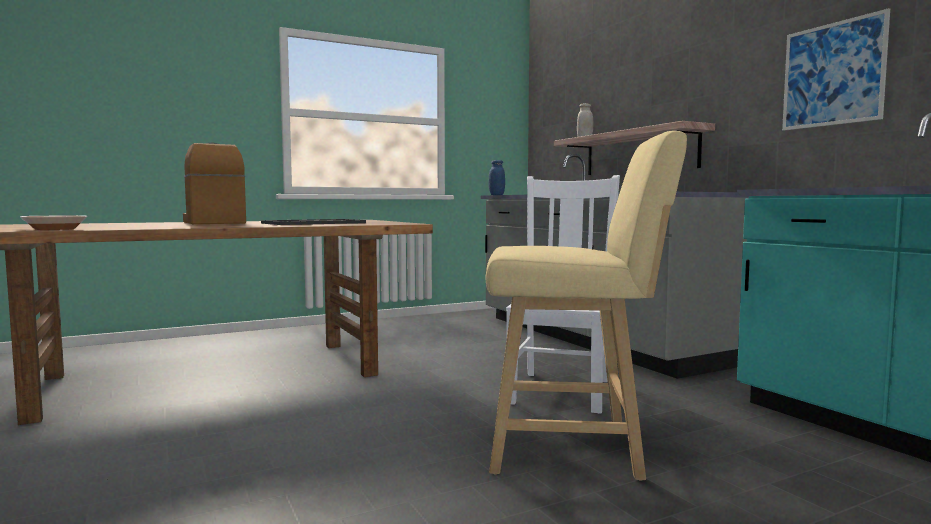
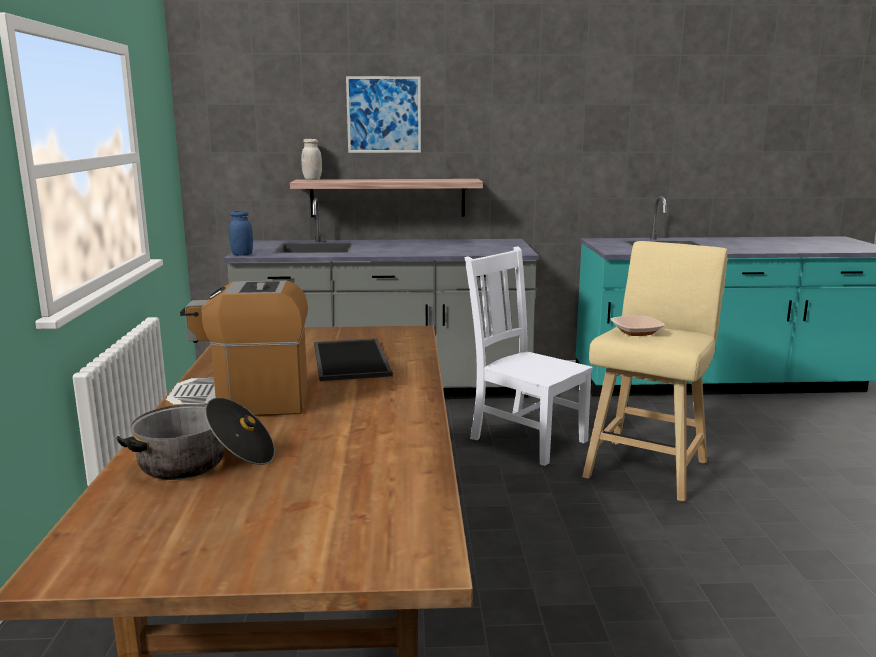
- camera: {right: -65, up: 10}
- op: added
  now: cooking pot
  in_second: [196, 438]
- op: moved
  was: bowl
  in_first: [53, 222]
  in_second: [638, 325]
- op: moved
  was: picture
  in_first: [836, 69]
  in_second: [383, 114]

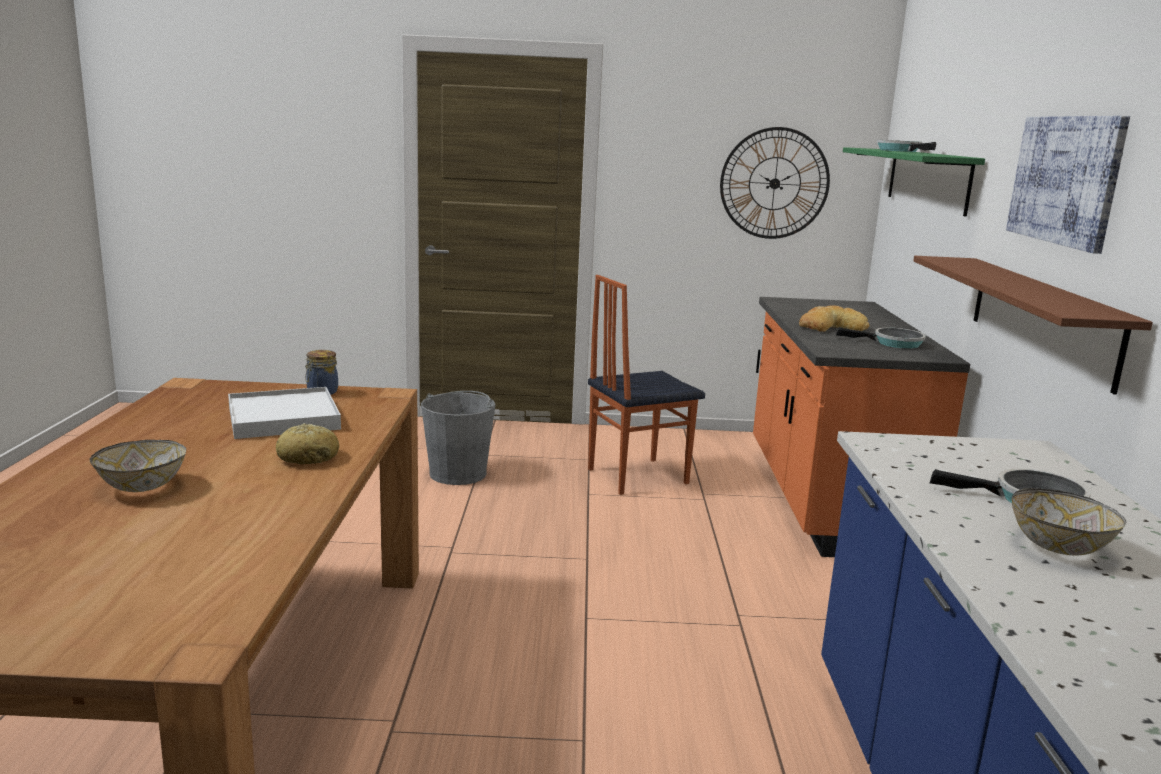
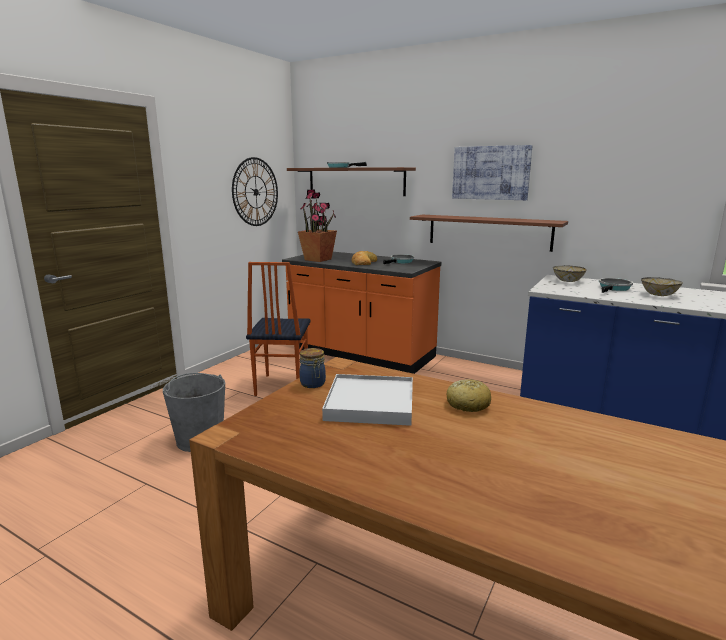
- camera: {right: -60, up: 0}
- op: added
  now: potted plant
  in_second: [317, 225]
- op: moved
  was: bowl
  in_first: [137, 466]
  in_second: [570, 273]
- op: recoloured
  was: shelf in green
  now: shelf in brown
  in_first: [914, 181]
  in_second: [351, 181]

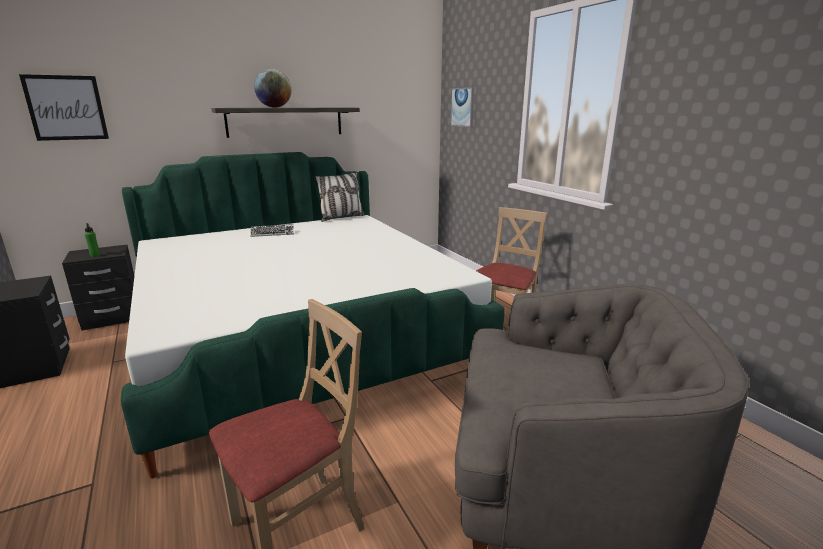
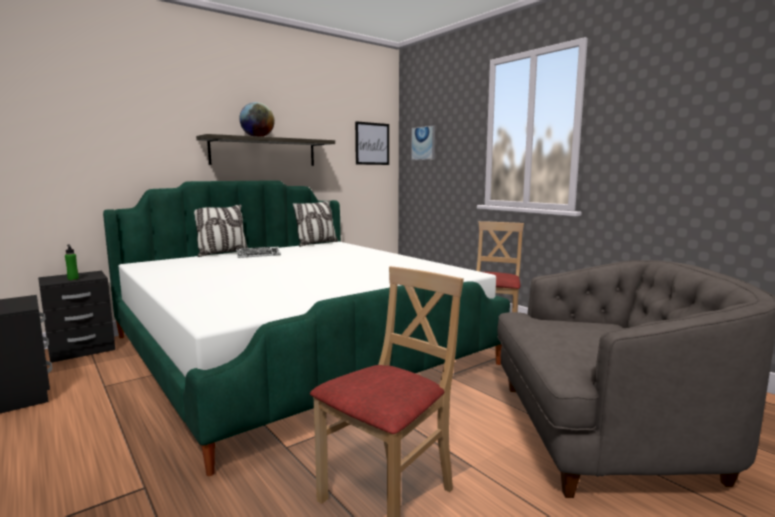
- camera: {right: -10, up: -10}
- op: added
  now: pillow
  in_second: [221, 230]
- op: moved
  was: picture
  in_first: [64, 107]
  in_second: [372, 143]

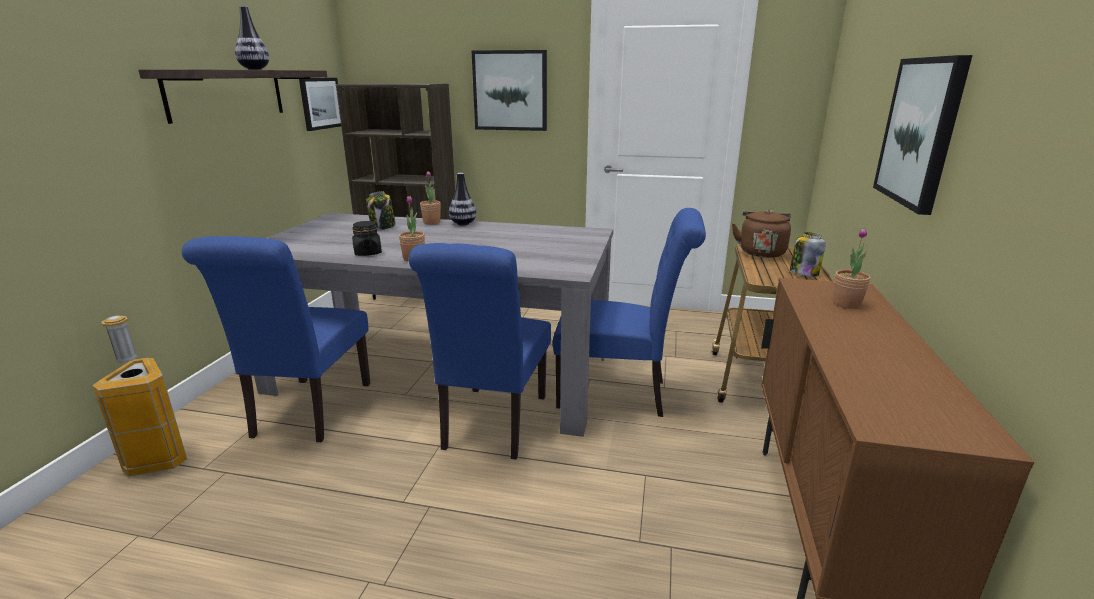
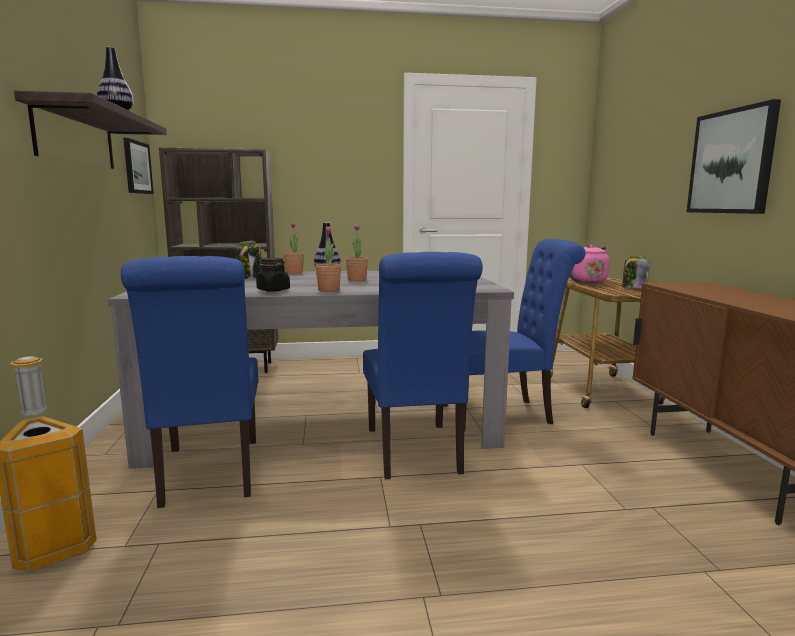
- camera: {right: -20, up: -10}
- op: removed
  was: picture
  in_first: [509, 90]
- op: moved
  was: potted plant
  in_first: [852, 268]
  in_second: [357, 252]
- op: recoloured
  was: kettle in brown
  now: kettle in pink
  in_first: [761, 234]
  in_second: [589, 263]

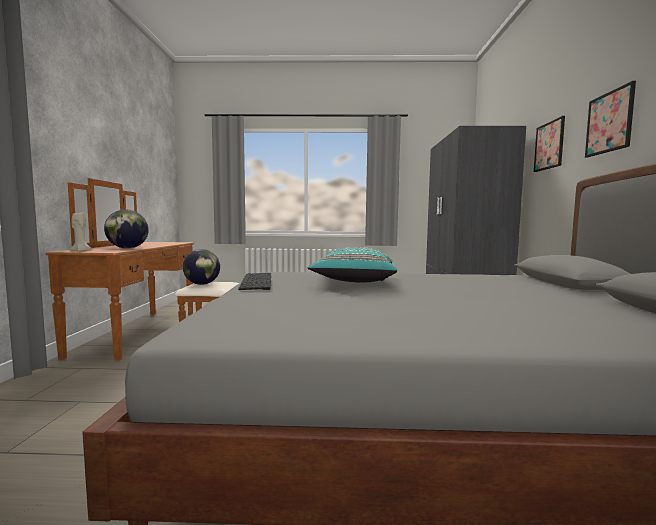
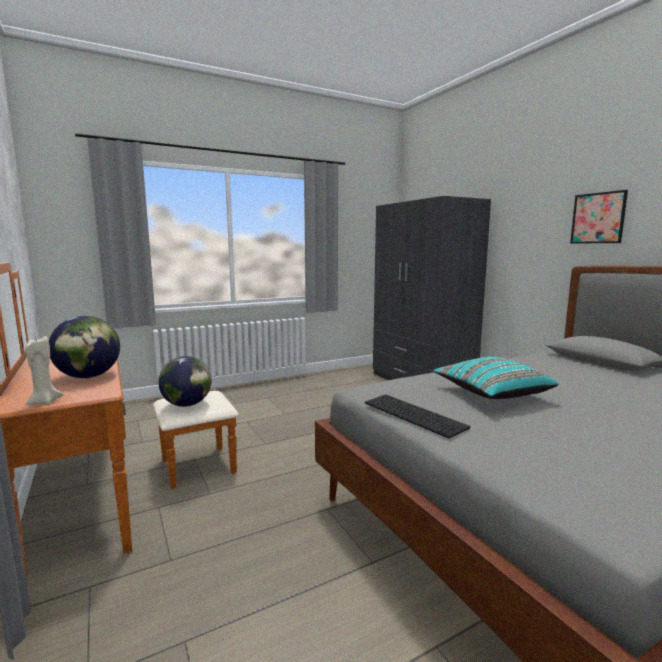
- camera: {right: -30, up: 5}
- op: removed
  was: picture
  in_first: [549, 144]

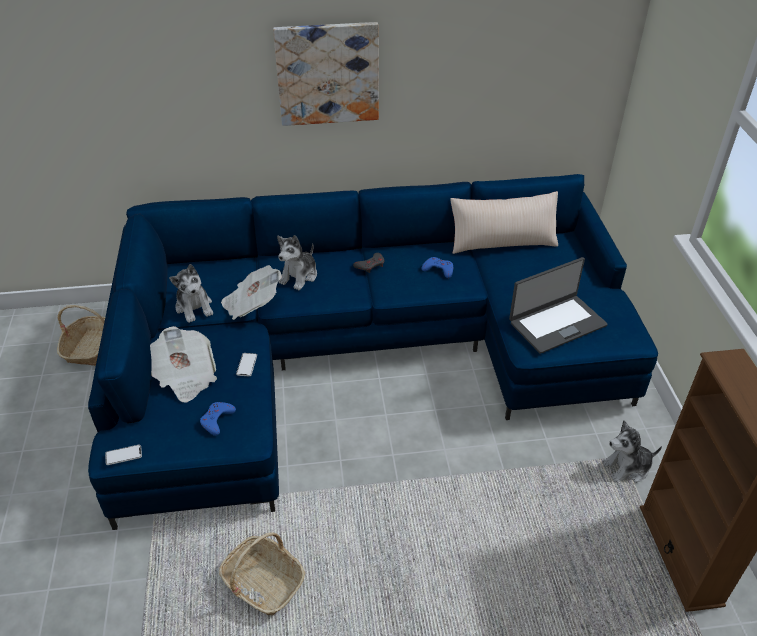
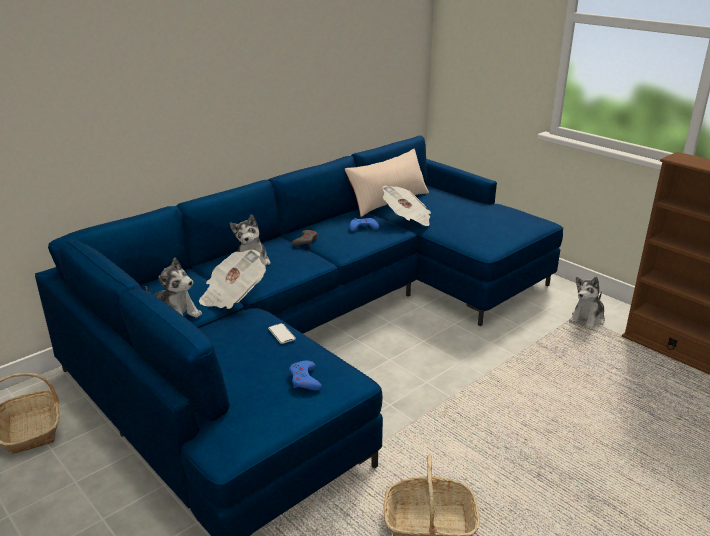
- camera: {right: -35, up: -15}
- op: removed
  was: phone
  in_first: [123, 455]
- op: removed
  was: picture
  in_first: [326, 74]
- op: removed
  was: laptop
  in_first: [558, 305]
- op: moved
  was: newspaper
  in_first: [183, 364]
  in_second: [406, 205]

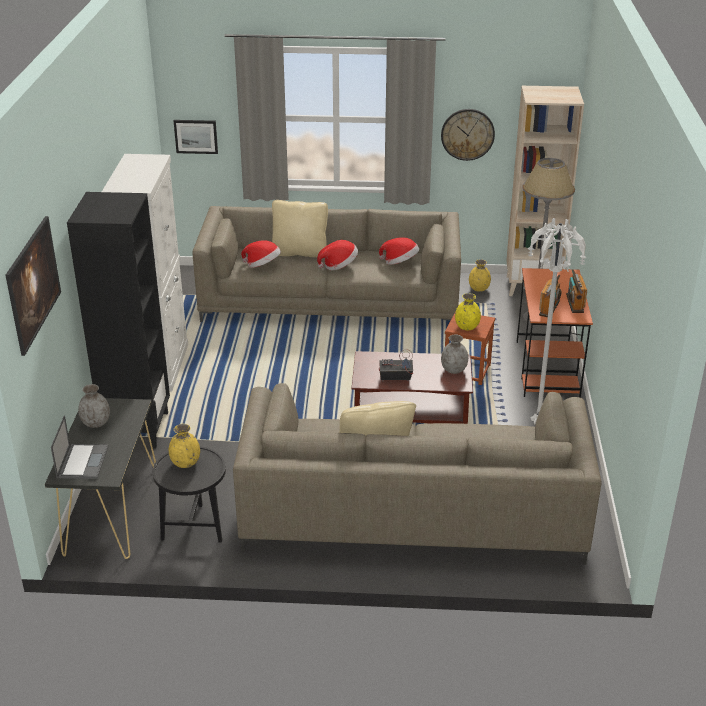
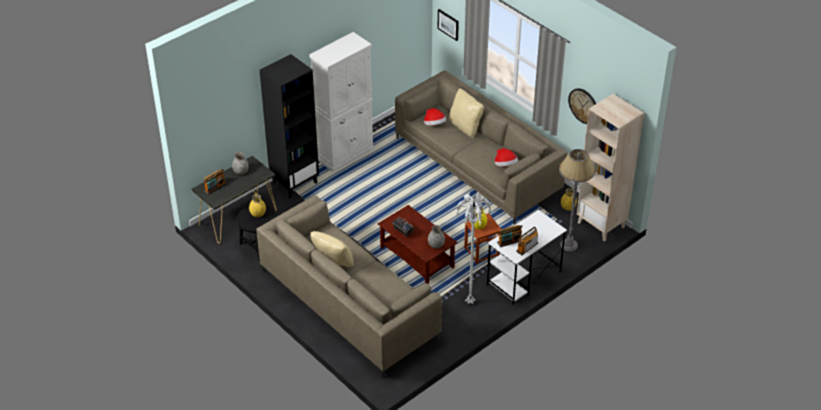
- camera: {right: 45, up: 10}
- op: removed
  was: picture
  in_first: [33, 286]
- op: removed
  was: hat
  in_first: [337, 255]
- op: replaced
  was: laptop
  now: radio
  in_first: [80, 447]
  in_second: [215, 182]
- op: recoloured
  was: desk in orange
  now: desk in white
  in_first: [554, 333]
  in_second: [527, 257]

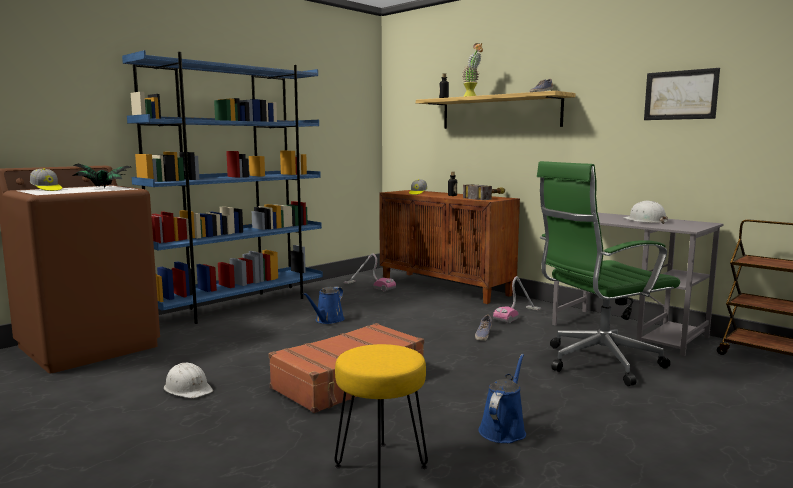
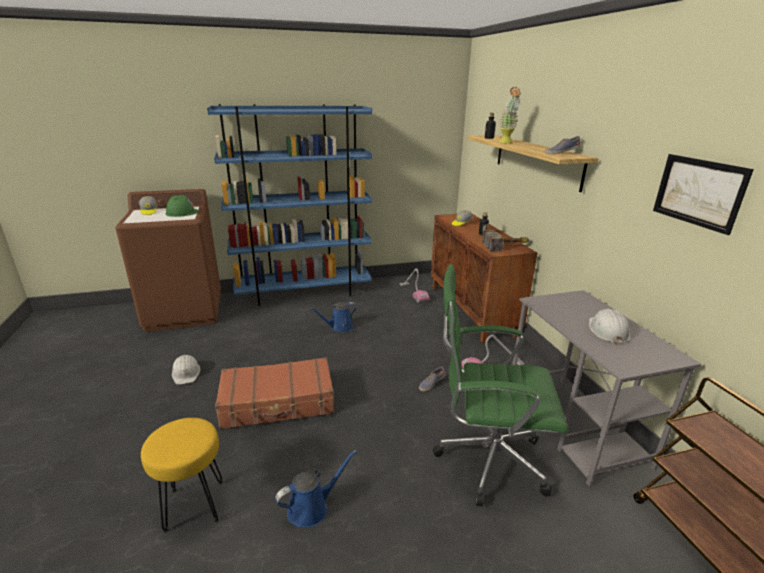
- camera: {right: 30, up: 15}
- op: replaced
  was: potted plant
  now: hard hat in green
  in_first: [101, 175]
  in_second: [182, 206]

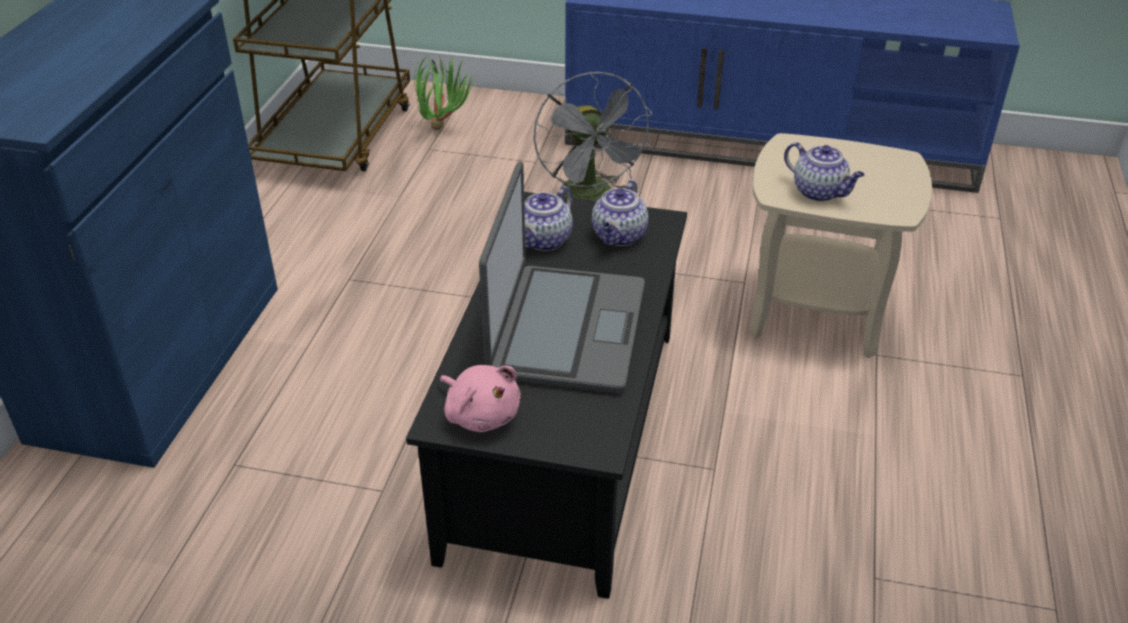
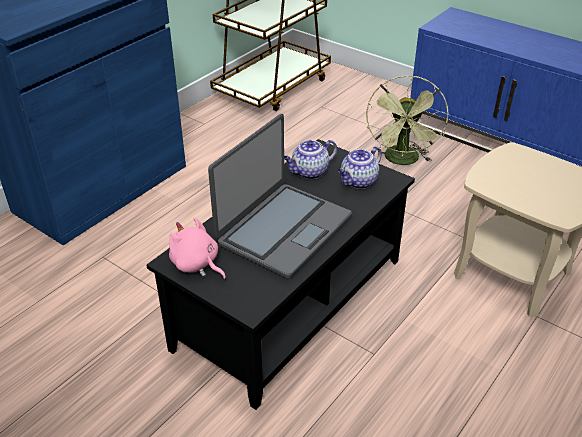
- camera: {right: 25, up: 0}
- op: removed
  was: potted plant
  in_first: [444, 92]
- op: removed
  was: teapot
  in_first: [824, 172]
- op: recoloured
  was: fan in grey
  now: fan in green
  in_first: [592, 136]
  in_second: [407, 120]
- op: turned
  was: plush toy in pink
  in_first: [480, 398]
  in_second: [197, 248]
  clockwise: 150

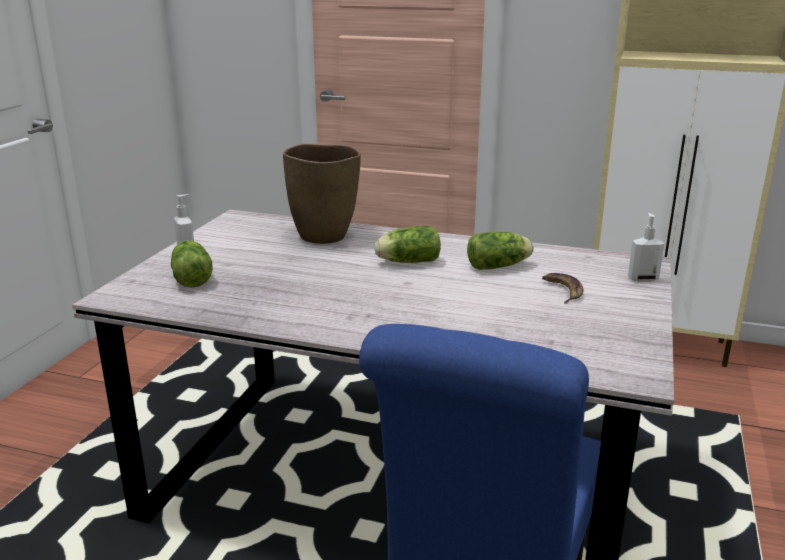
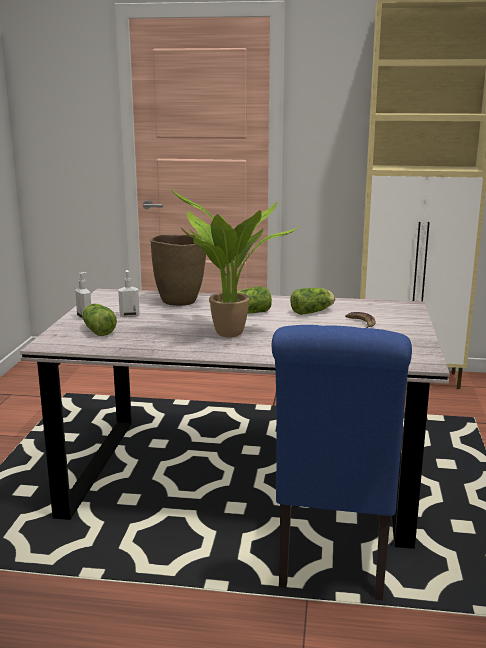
- camera: {right: -10, up: -5}
- op: added
  now: potted plant
  in_second: [233, 261]
- op: moved
  was: soap dispenser
  in_first: [646, 247]
  in_second: [129, 293]

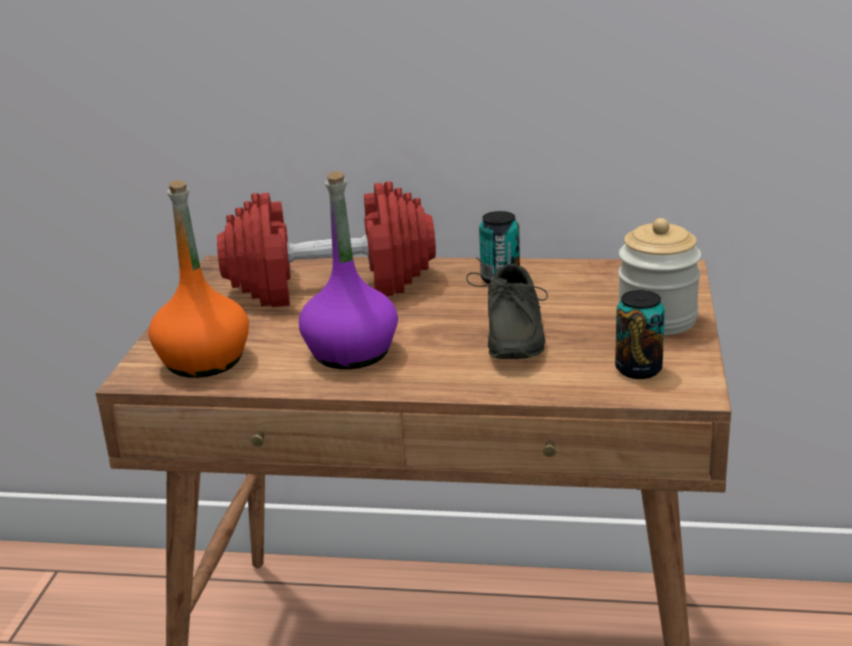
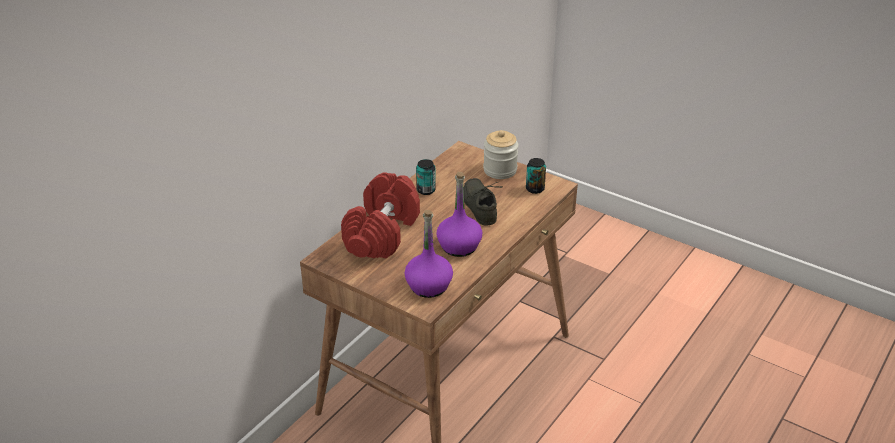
- camera: {right: -65, up: 10}
- op: recoloured
  was: bottle in orange
  now: bottle in purple
  in_first: [198, 279]
  in_second: [429, 254]
- op: turned
  was: shoe in grey
  in_first: [507, 308]
  in_second: [483, 202]
  clockwise: -135

